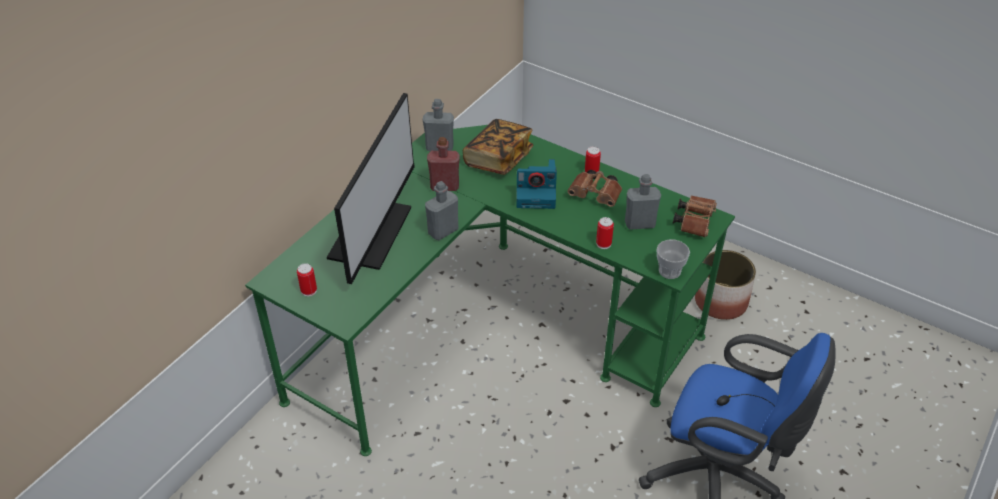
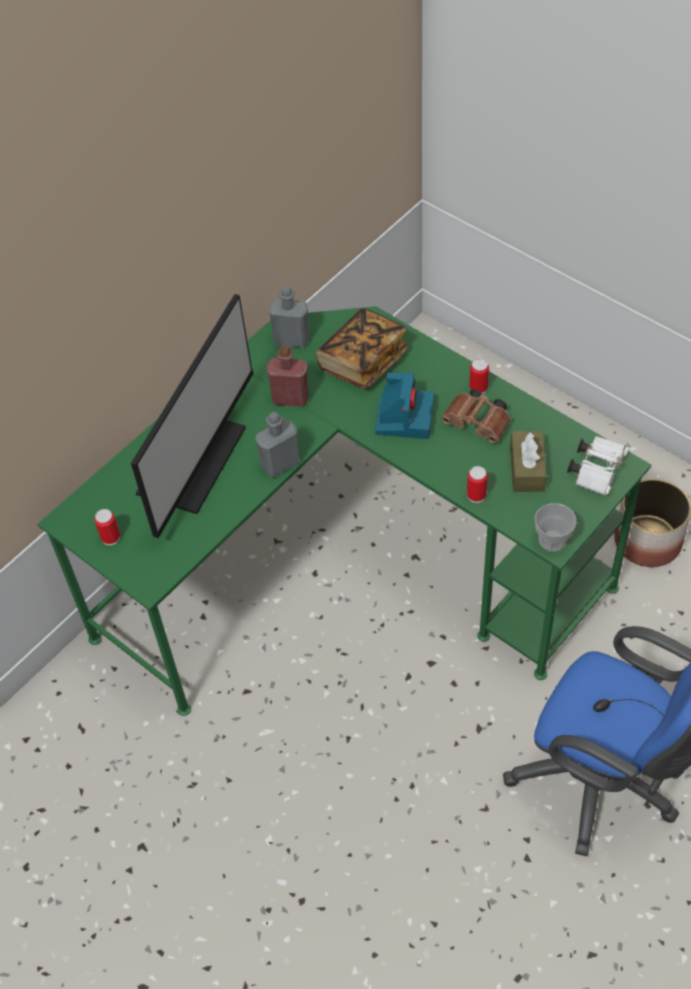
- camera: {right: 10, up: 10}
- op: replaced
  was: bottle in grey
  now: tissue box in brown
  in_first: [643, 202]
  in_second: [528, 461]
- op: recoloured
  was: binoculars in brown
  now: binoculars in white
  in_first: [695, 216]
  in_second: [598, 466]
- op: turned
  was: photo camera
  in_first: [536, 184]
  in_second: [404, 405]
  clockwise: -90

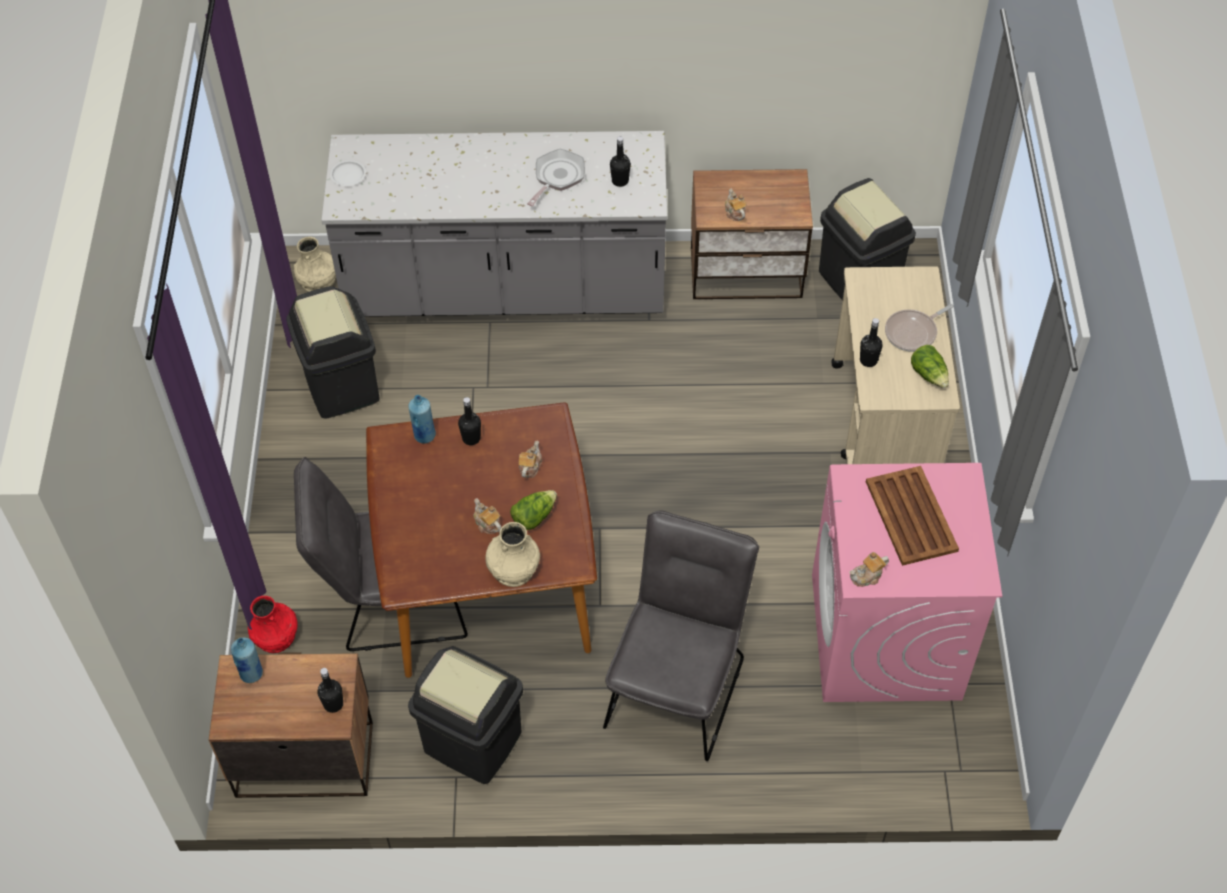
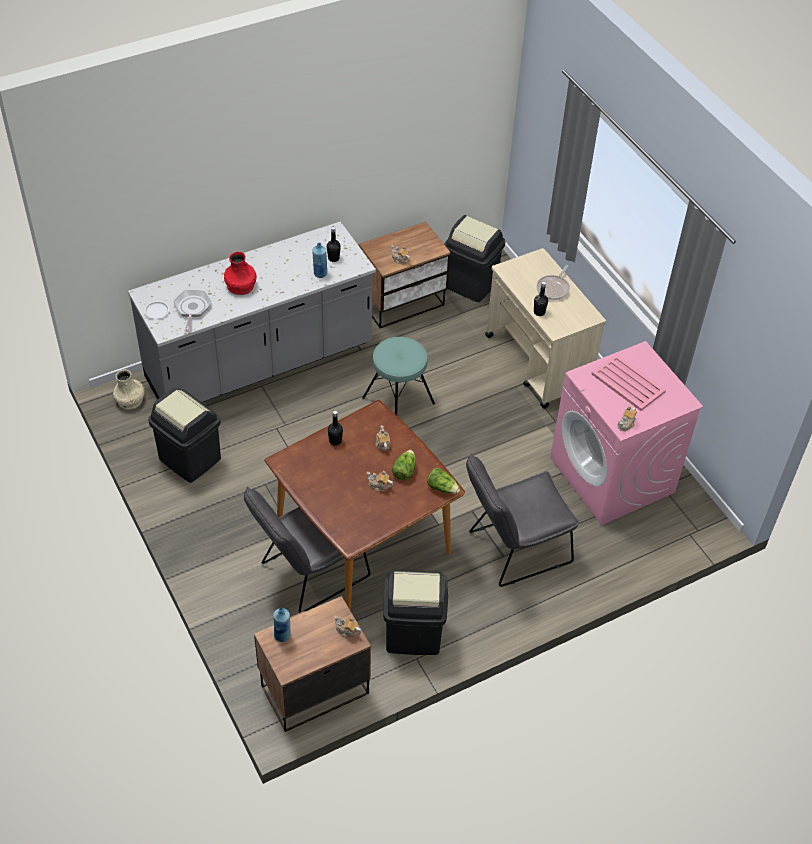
- camera: {right: -30, up: -5}
- op: removed
  was: vase in beige
  in_first: [512, 554]
- op: added
  now: stool in turquoise
  in_second: [398, 376]
- op: moved
  was: vase in red
  in_first: [272, 624]
  in_second: [240, 273]
- op: moved
  was: bottle in blue
  in_first: [422, 419]
  in_second: [319, 260]
- op: moved
  was: frying pan
  in_first: [556, 177]
  in_second: [192, 311]
- op: moved
  was: lettuce
  in_first: [930, 366]
  in_second: [443, 481]
- op: replaced
  was: bottle in black
  now: teapot
  in_first: [330, 690]
  in_second: [347, 627]
- op: recoloured
  was: tray in brown
  now: tray in pink
  in_first: [912, 516]
  in_second: [628, 382]
- op: turned
  was: chair in grey
  in_first: [681, 635]
  in_second: [523, 520]
  clockwise: -105

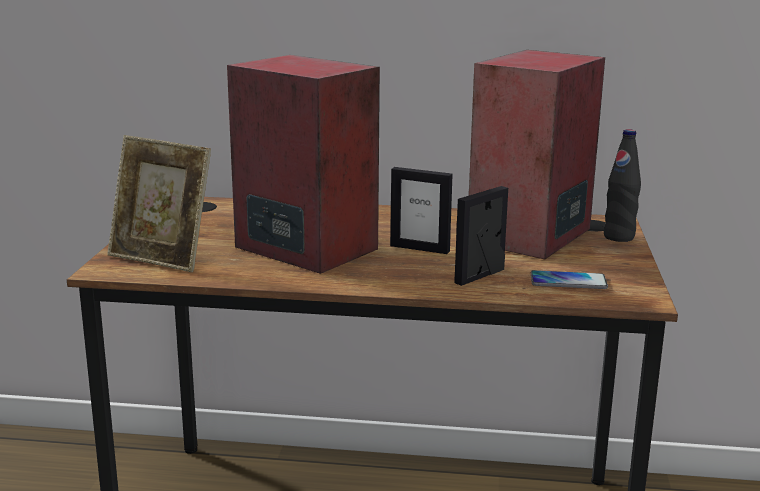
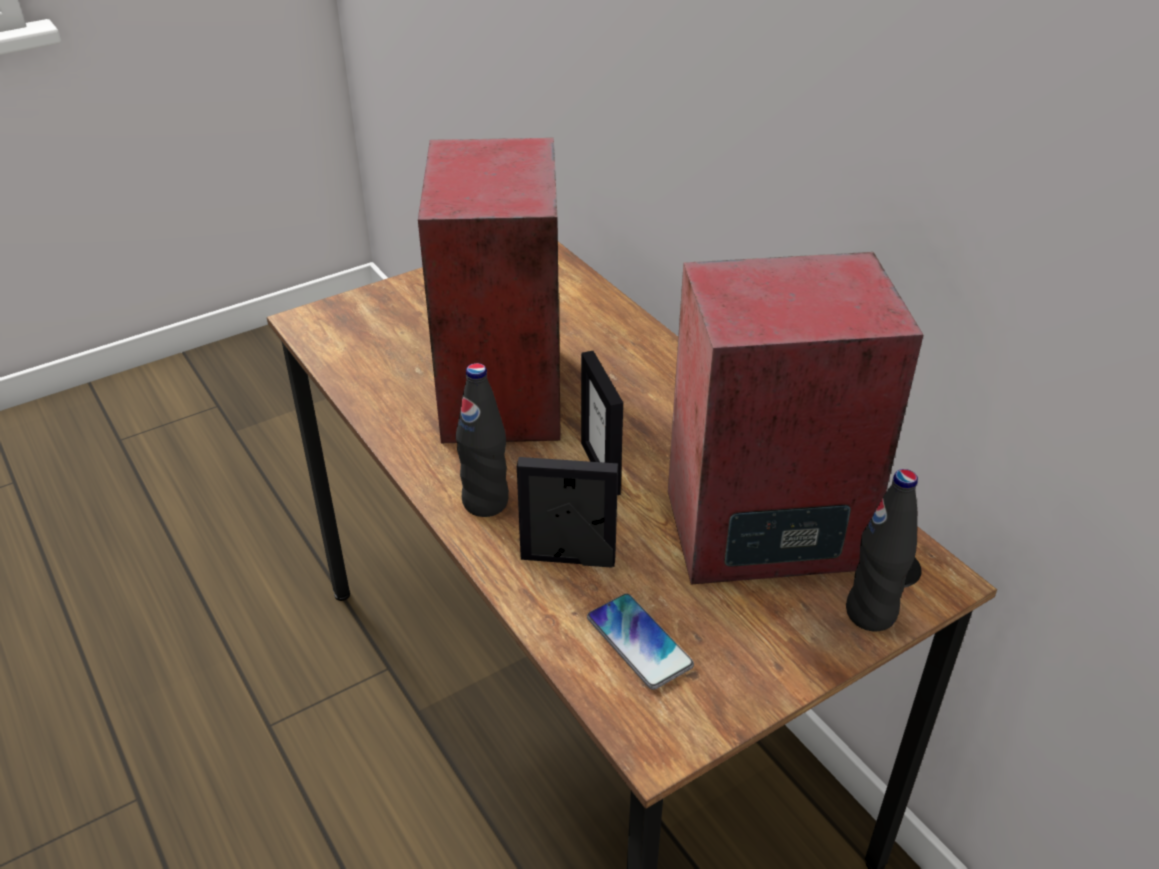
- camera: {right: 50, up: 20}
- op: removed
  was: picture frame
  in_first: [159, 203]
- op: added
  now: bottle in black
  in_second: [482, 440]

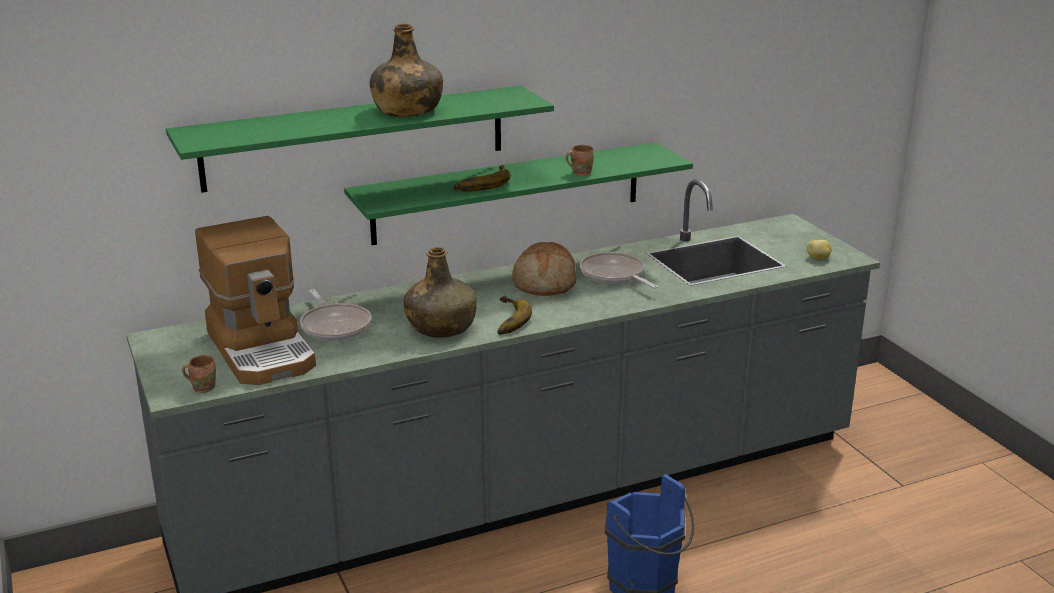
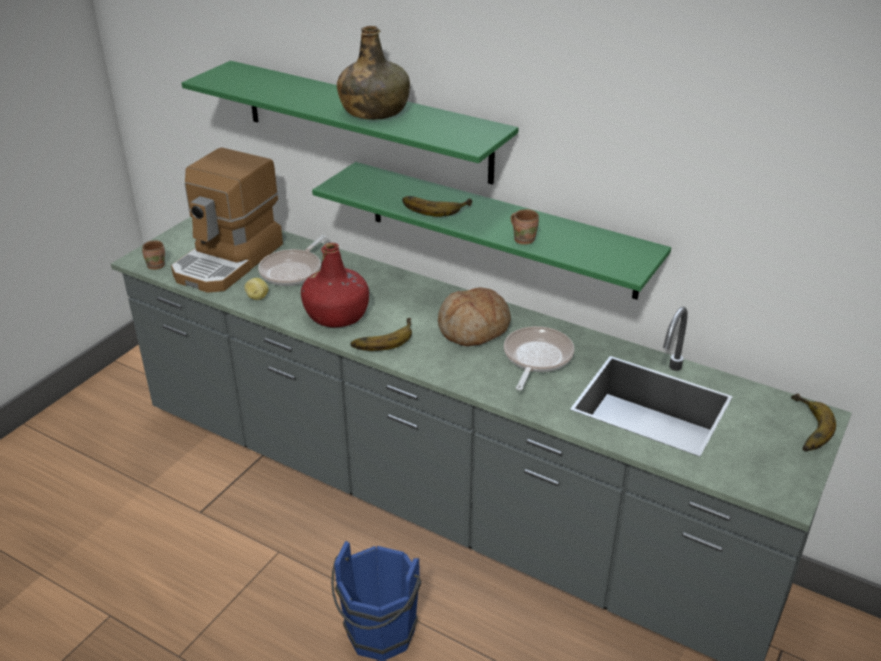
- camera: {right: 55, up: 10}
- op: added
  now: banana
  in_second: [813, 422]
- op: moved
  was: potato
  in_first: [819, 249]
  in_second: [256, 289]
- op: recoloured
  was: bottle in green
  now: bottle in red
  in_first: [440, 292]
  in_second: [335, 285]

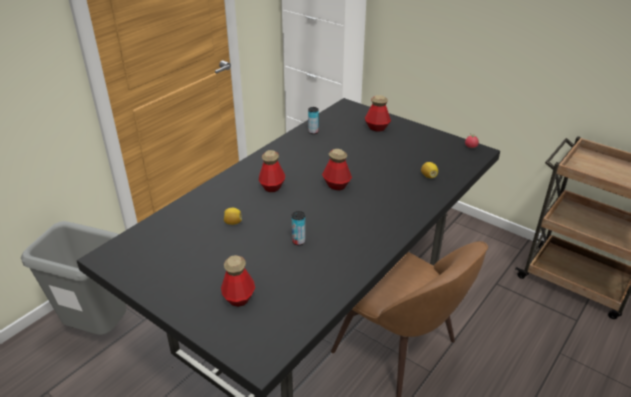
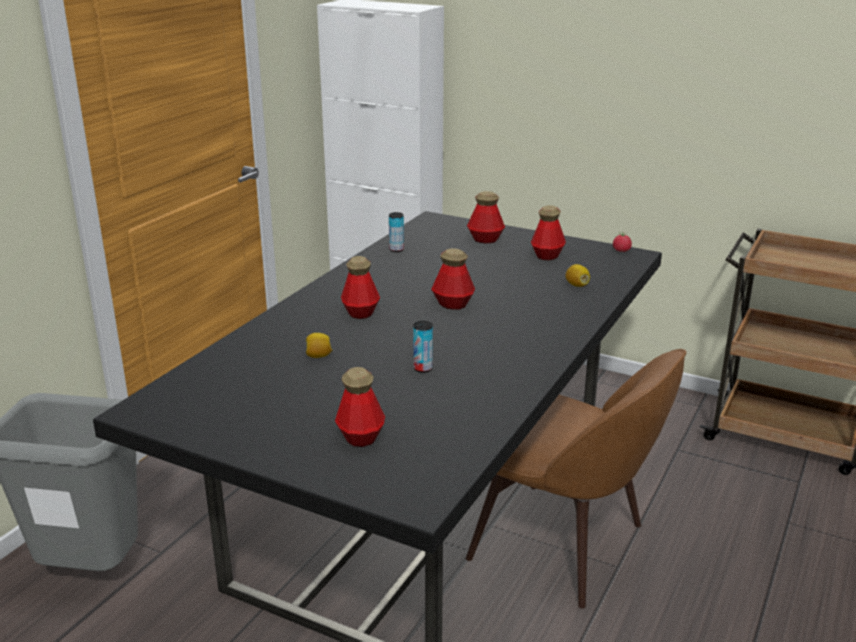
- camera: {right: -10, up: -10}
- op: added
  now: bottle
  in_second: [548, 232]

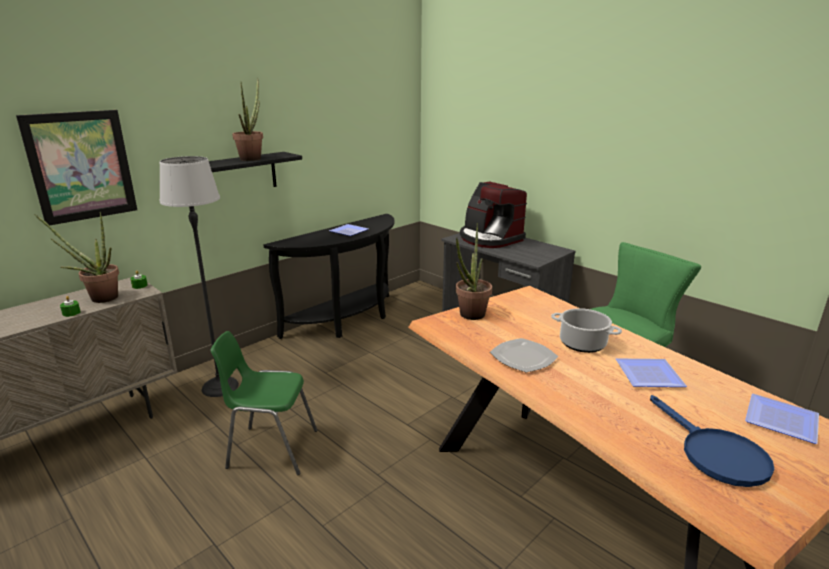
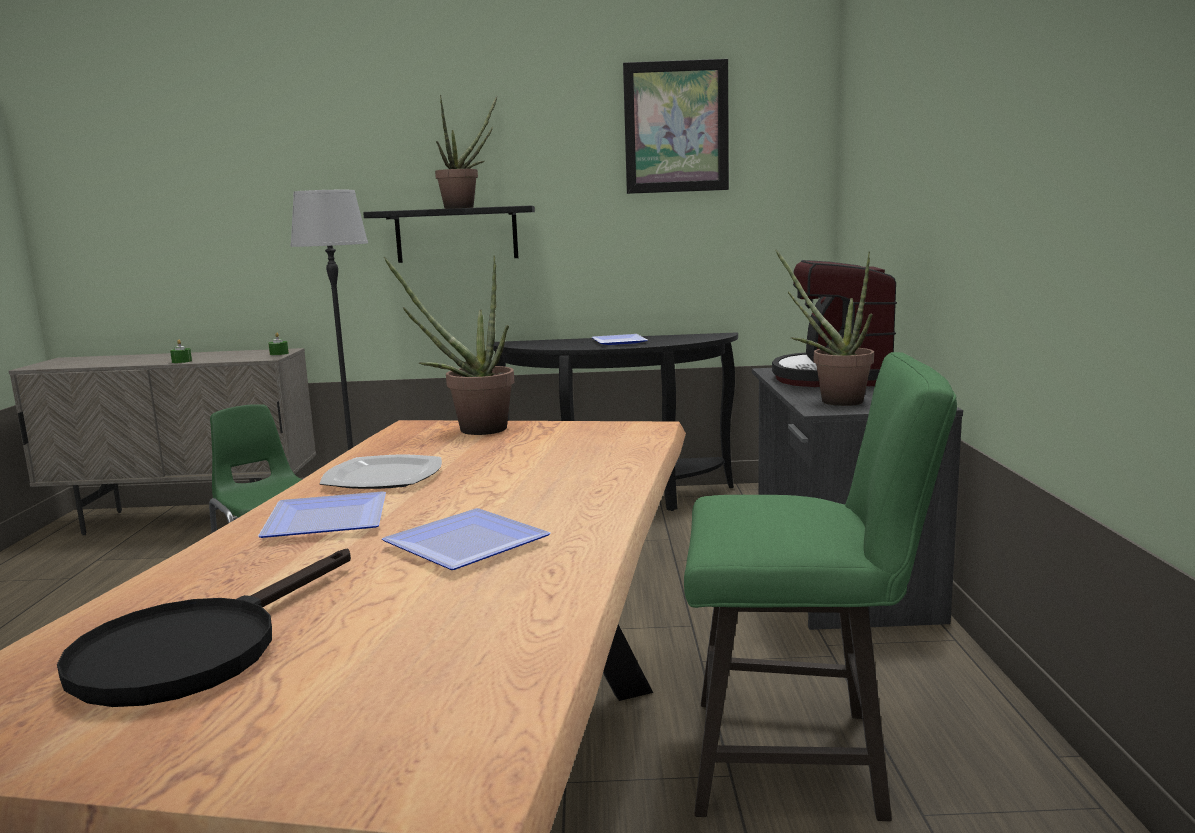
- camera: {right: 45, up: -10}
- op: removed
  was: cooking pot
  in_first: [586, 330]
- op: moved
  was: picture
  in_first: [76, 167]
  in_second: [676, 126]
- op: moved
  was: potted plant
  in_first: [76, 257]
  in_second: [825, 328]
- op: moved
  was: plate
  in_first: [782, 419]
  in_second: [322, 514]
- op: recoloured
  was: frying pan in blue
  now: frying pan in black
  in_first: [712, 441]
  in_second: [204, 628]

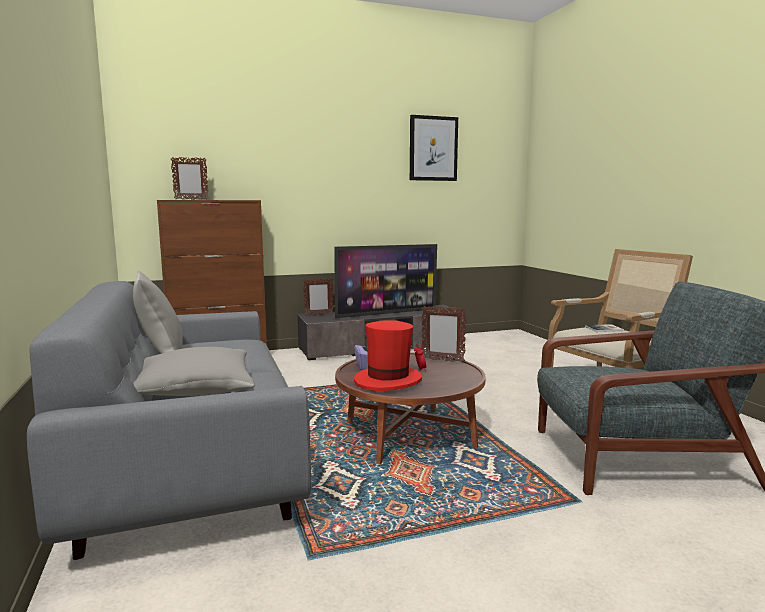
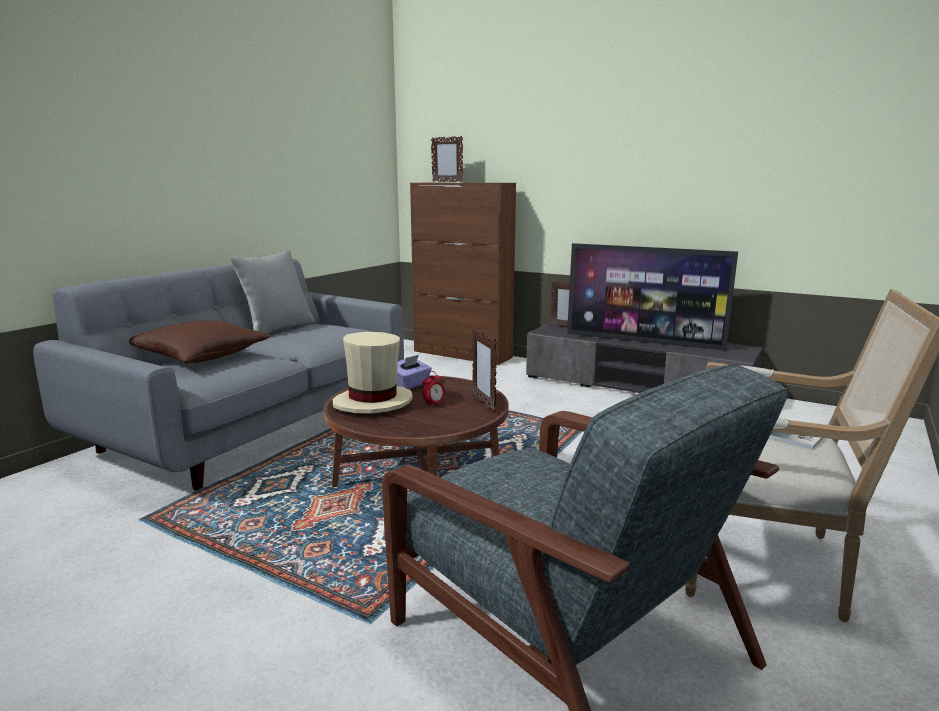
- camera: {right: 50, up: 5}
- op: removed
  was: picture
  in_first: [434, 148]
- op: recoloured
  was: pillow in grey
  now: pillow in brown
  in_first: [194, 371]
  in_second: [199, 341]
- op: recoloured
  was: hat in red
  now: hat in beige
  in_first: [388, 355]
  in_second: [372, 372]

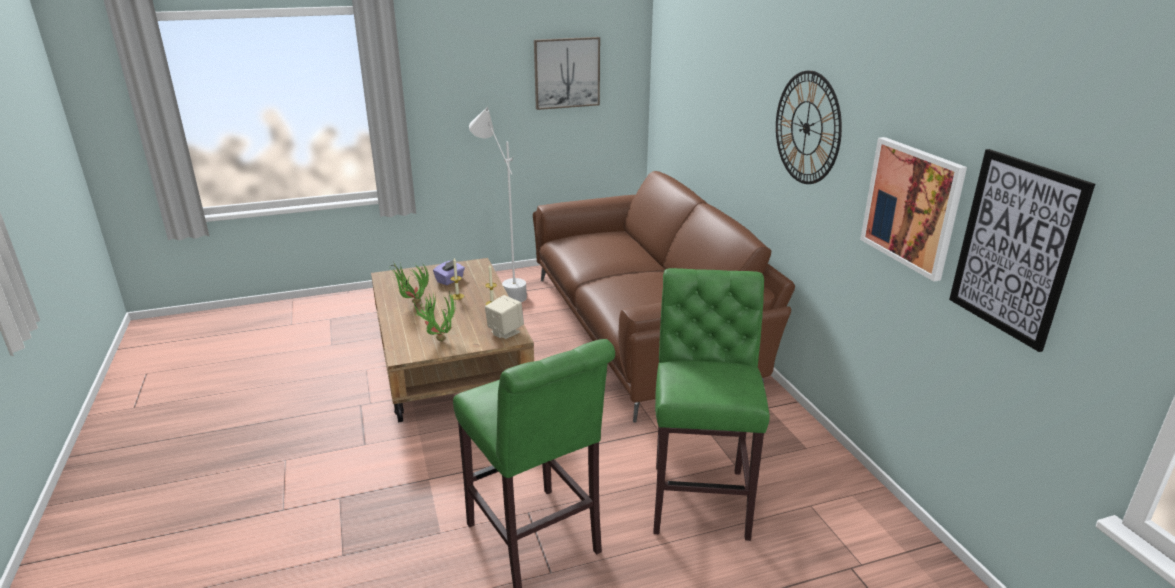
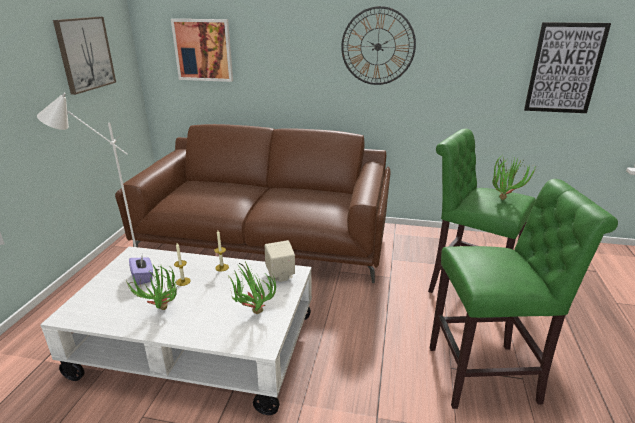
- camera: {right: -60, up: 0}
- op: added
  now: potted plant
  in_second: [514, 178]
- op: moved
  was: picture
  in_first: [913, 209]
  in_second: [202, 50]
- op: recoloured
  was: coffee table in brown
  now: coffee table in white
  in_first: [452, 340]
  in_second: [176, 330]

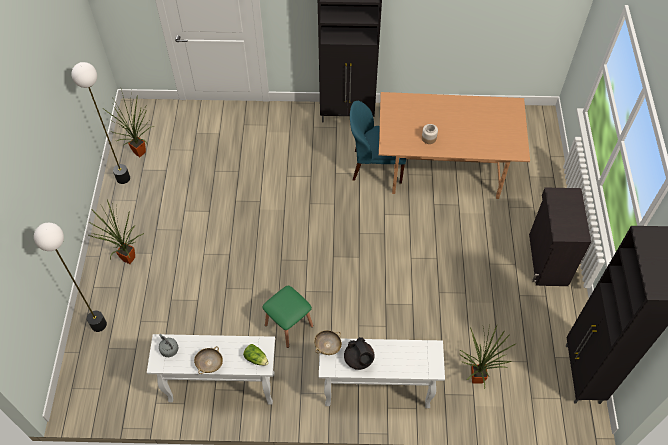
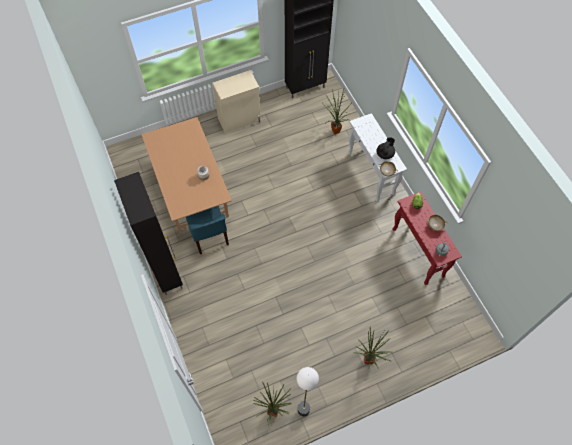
- camera: {right: -115, up: 5}
- op: removed
  was: floor lamp
  in_first: [70, 277]
- op: removed
  was: stool in green
  in_first: [287, 317]
- op: recoloured
  was: console table in white
  now: console table in red
  in_first: [211, 369]
  in_second: [427, 238]
- op: recoloured
  was: cabinet in black
  now: cabinet in beige
  in_first: [560, 237]
  in_second: [236, 101]

